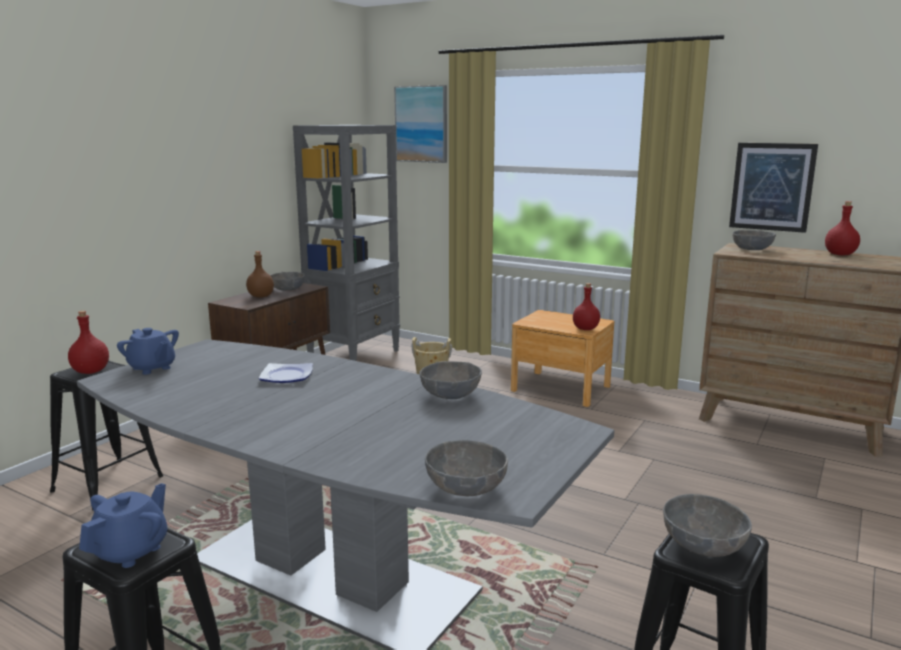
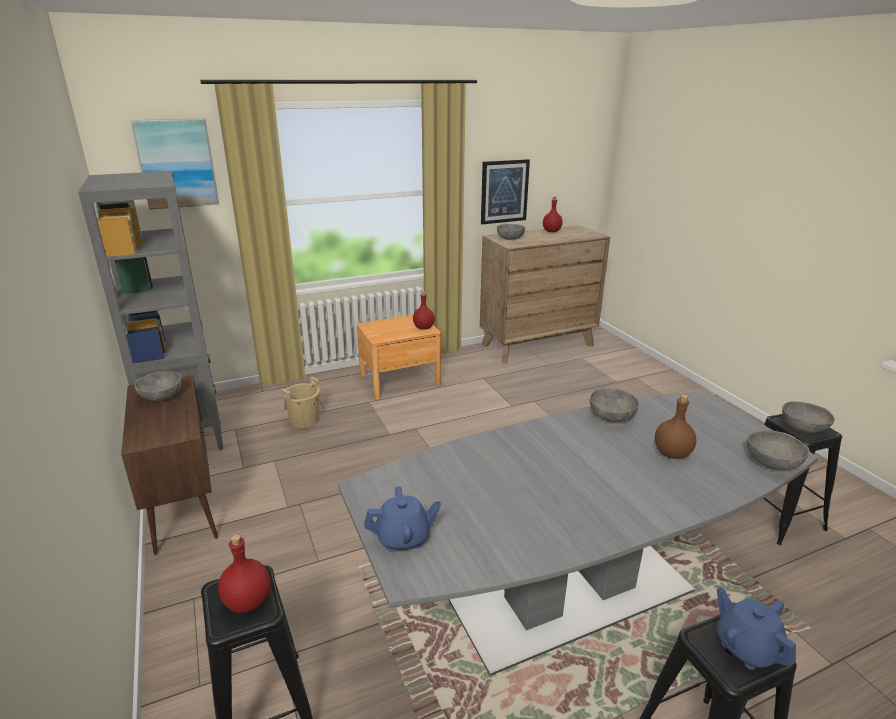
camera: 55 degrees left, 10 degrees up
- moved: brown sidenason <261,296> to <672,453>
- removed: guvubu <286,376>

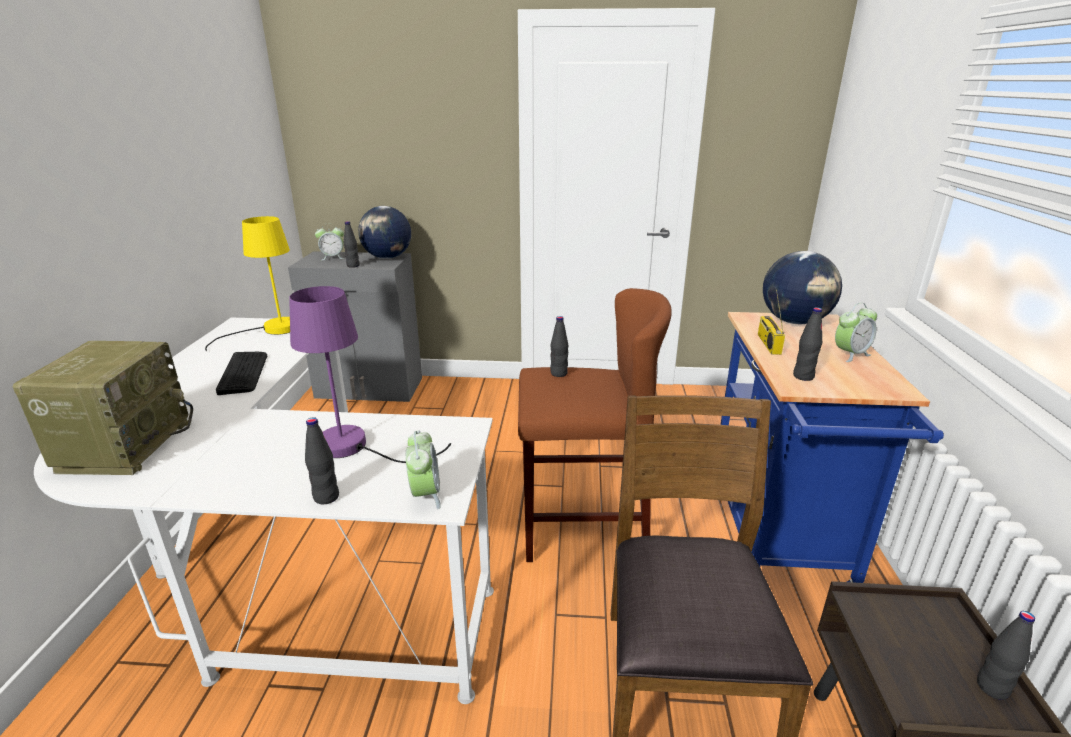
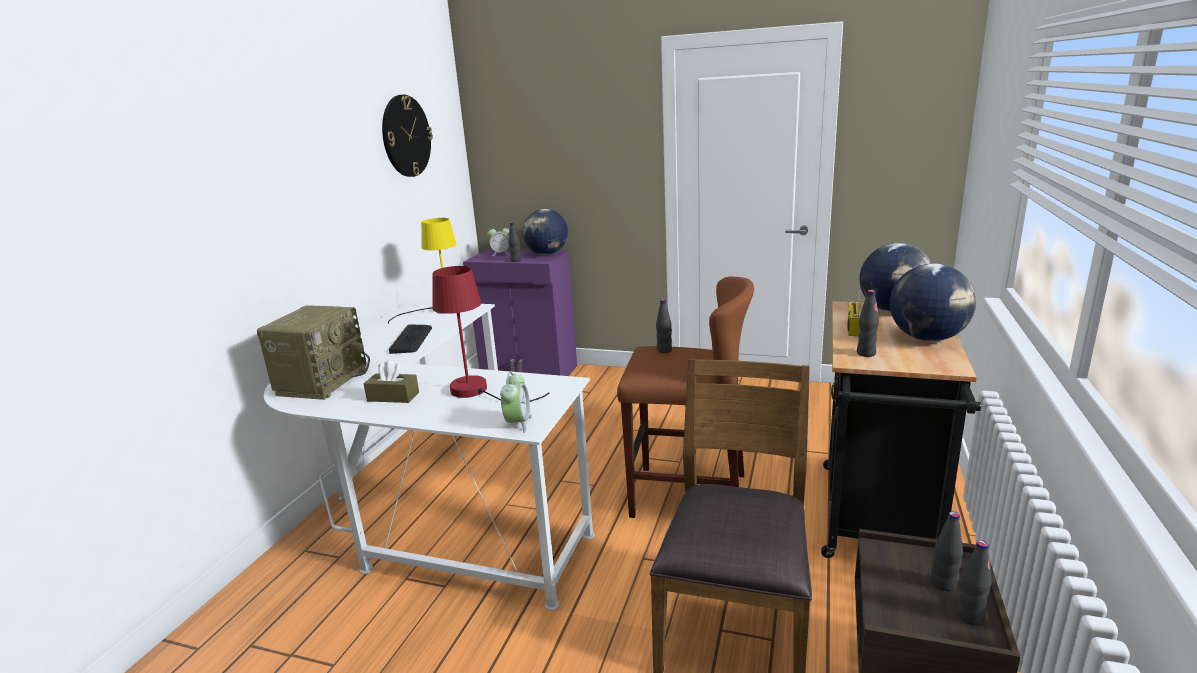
camera: 15 degrees right, 5 degrees down
- recoloured: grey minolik <369,388> to purple minolik <529,372>
- recoloured: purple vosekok <356,447> to red vosekok <478,391>
- moved: black sidenason <326,497> to <943,584>
- recoloured: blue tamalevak <778,539> to black tamalevak <877,522>
- replaced: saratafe <850,354> to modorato <927,338>
- added: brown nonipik <393,396>
- added: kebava <406,136>

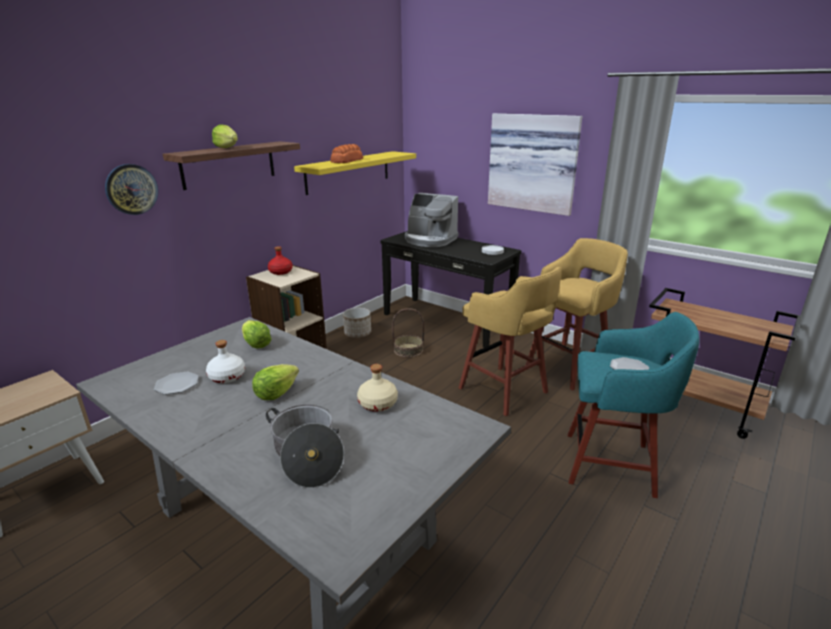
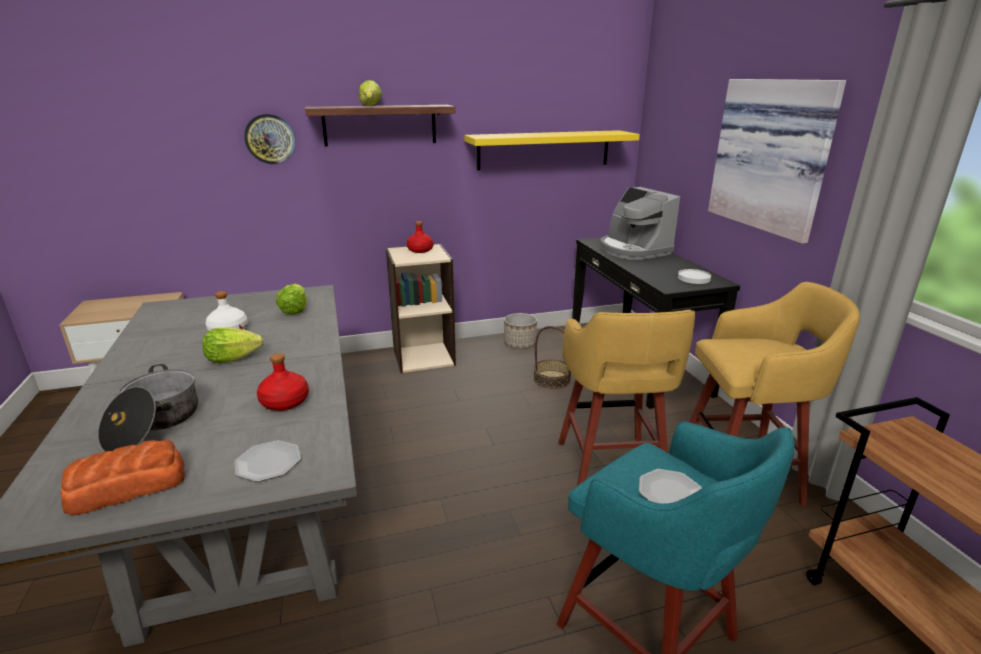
camera: 35 degrees right, 0 degrees up
- moved: guvubu <177,384> to <268,463>
- moved: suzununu <346,161> to <126,487>
- recoloured: beige sidenason <377,404> to red sidenason <284,402>

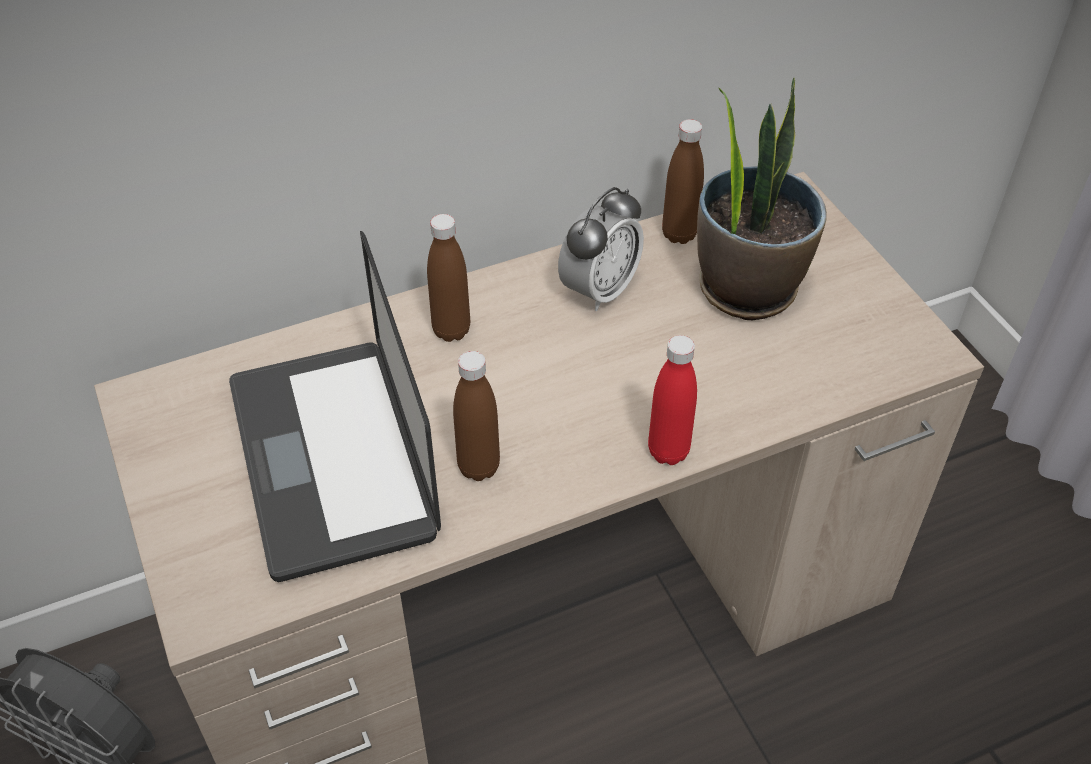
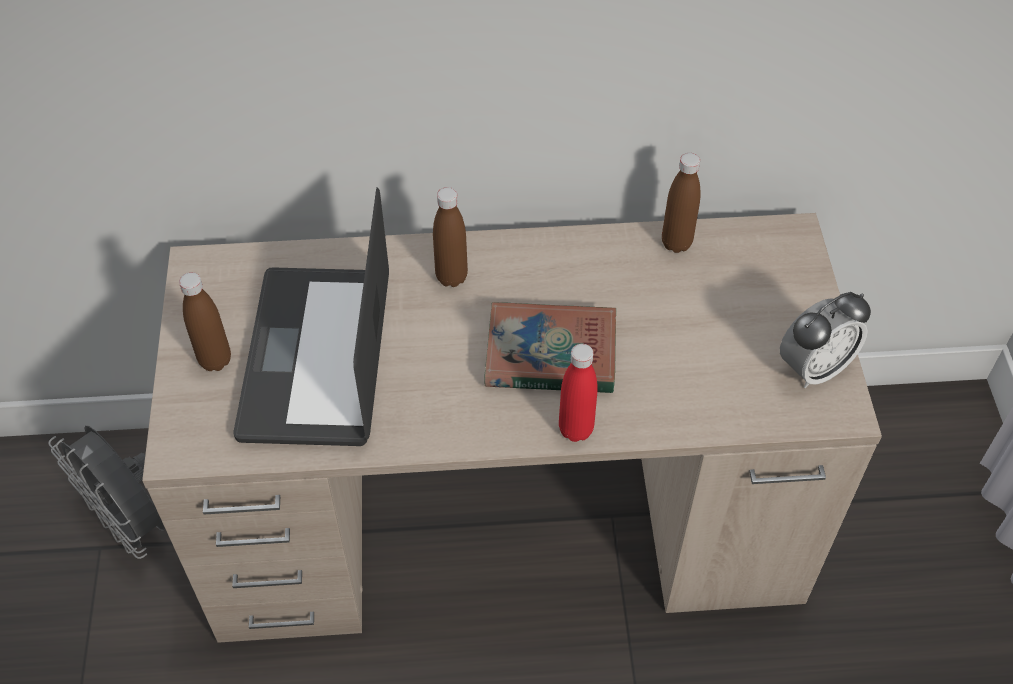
camera: 20 degrees right, 5 degrees up
- moved: brown sidenason <478,467> to <215,360>
- moved: saratafe <599,290> to <814,368>
- removed: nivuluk <747,287>
- added: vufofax <550,354>

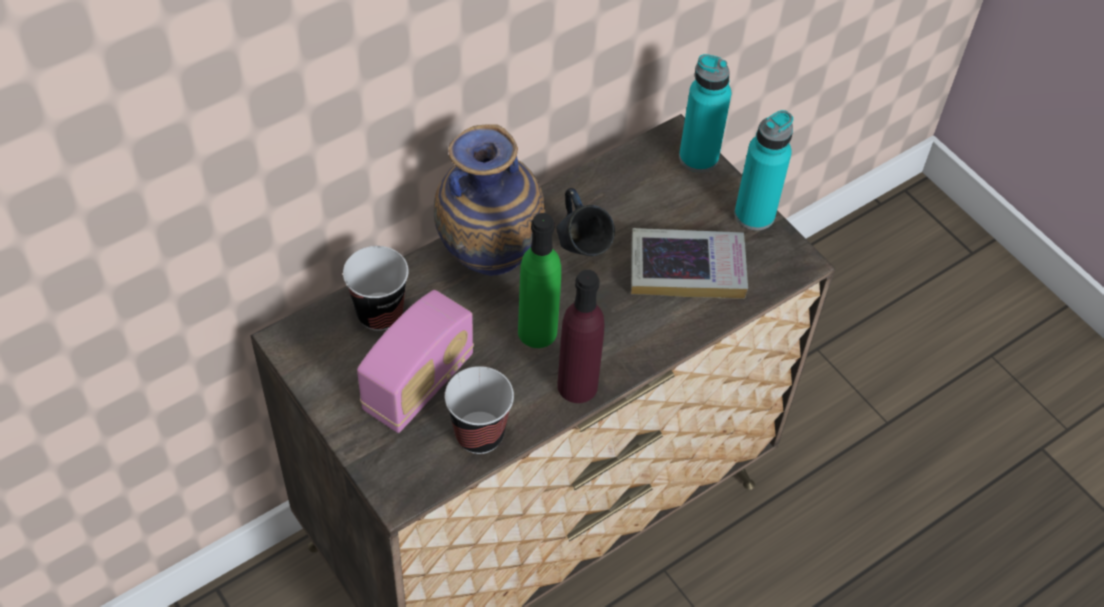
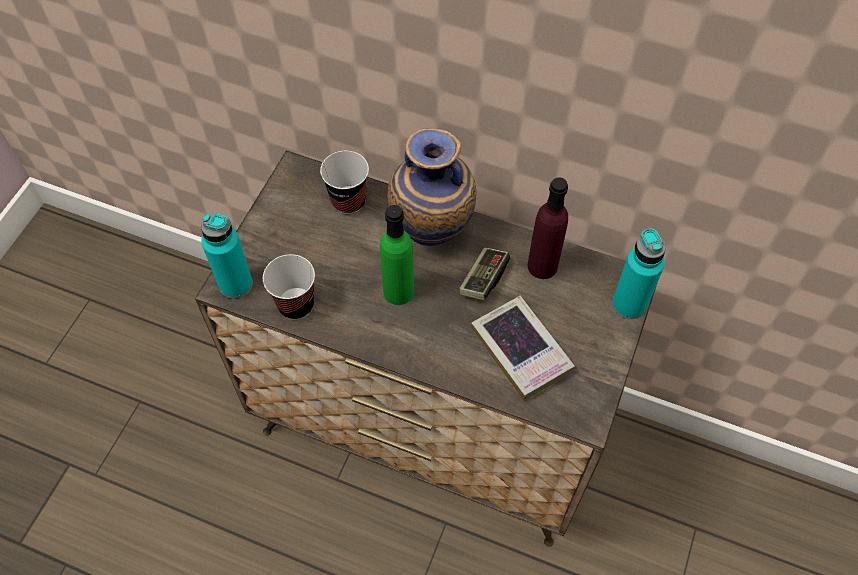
camera: 60 degrees right, 5 degrees up
- removed: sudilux <418,384>
- replaced: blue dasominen <580,251> to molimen <483,279>
- moved: purple sidenason <577,386> to <542,266>
- moved: turquoise sidenason <754,215> to <235,284>

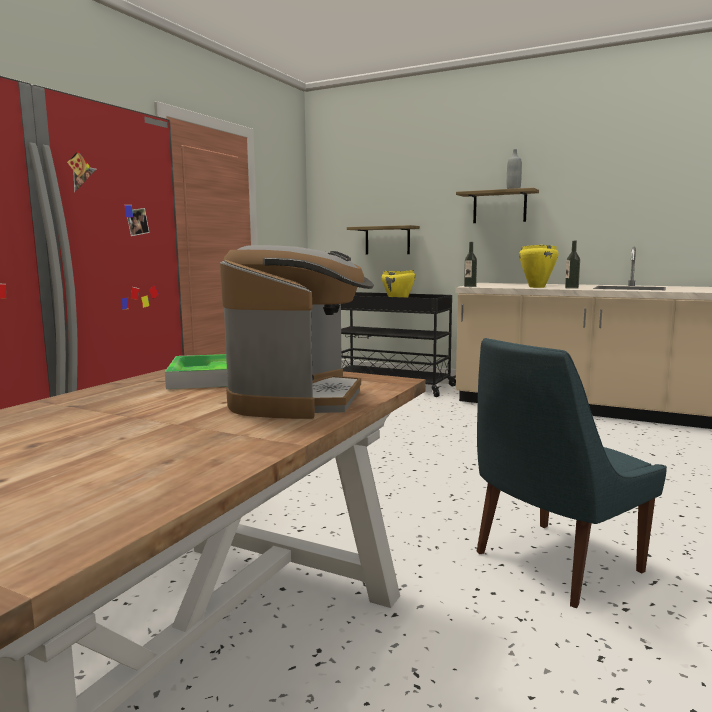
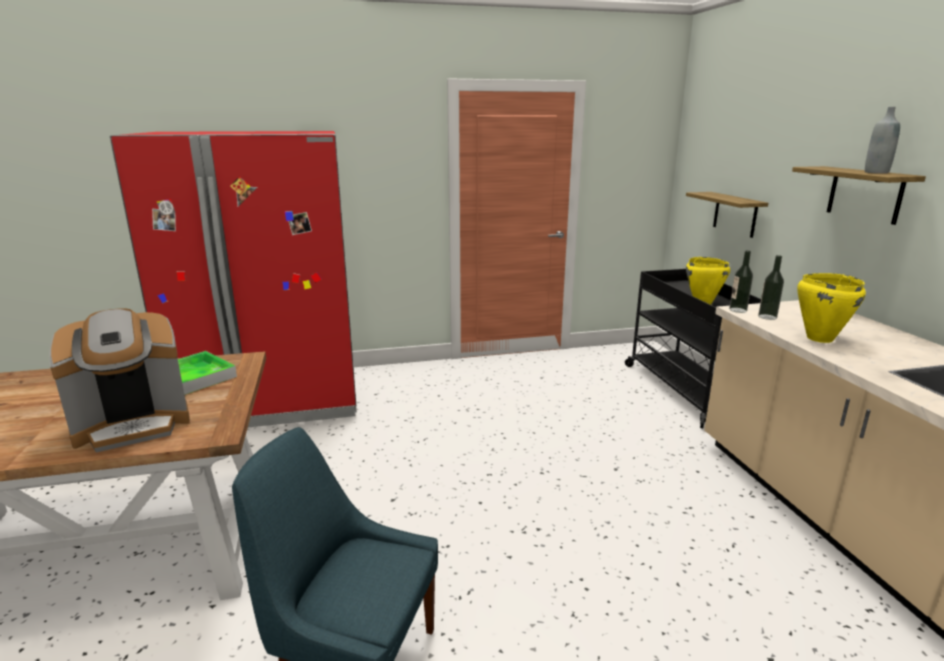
camera: 50 degrees right, 10 degrees up
- moved: sidenason <571,288> to <767,317>

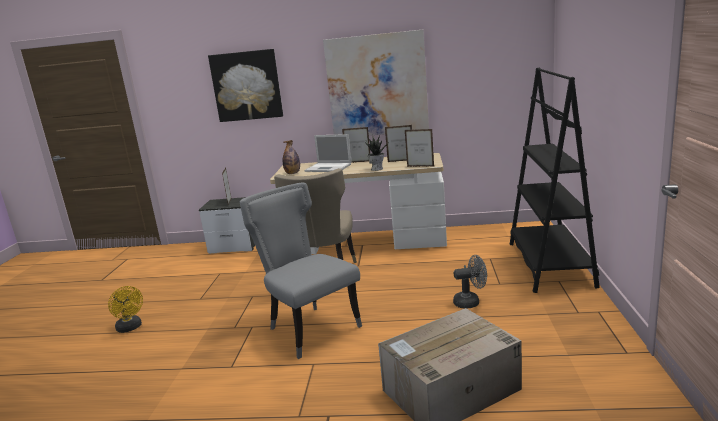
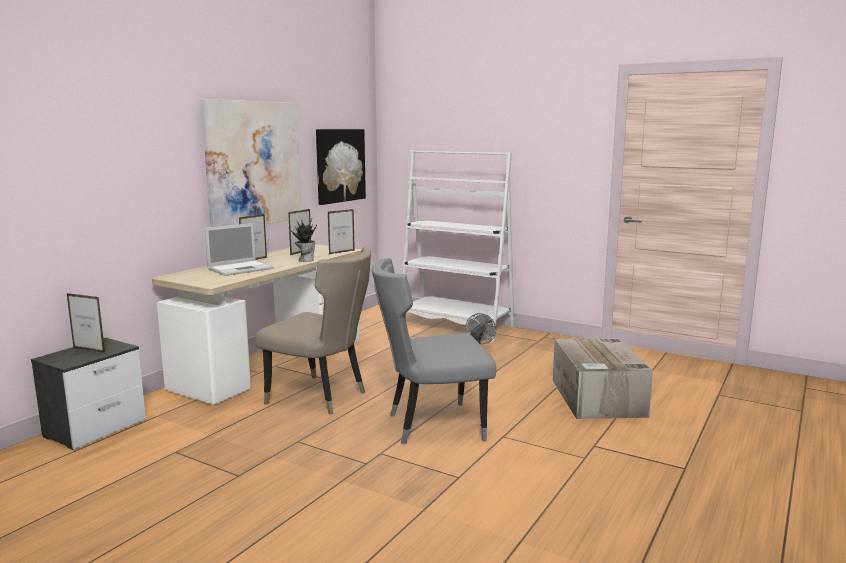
camera: 65 degrees left, 5 degrees down
- removed: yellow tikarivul <130,328>
- moved: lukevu <247,86> to <339,165>
- removed: sidenason <292,173>
- recoloured: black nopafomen <549,264> to white nopafomen <456,326>

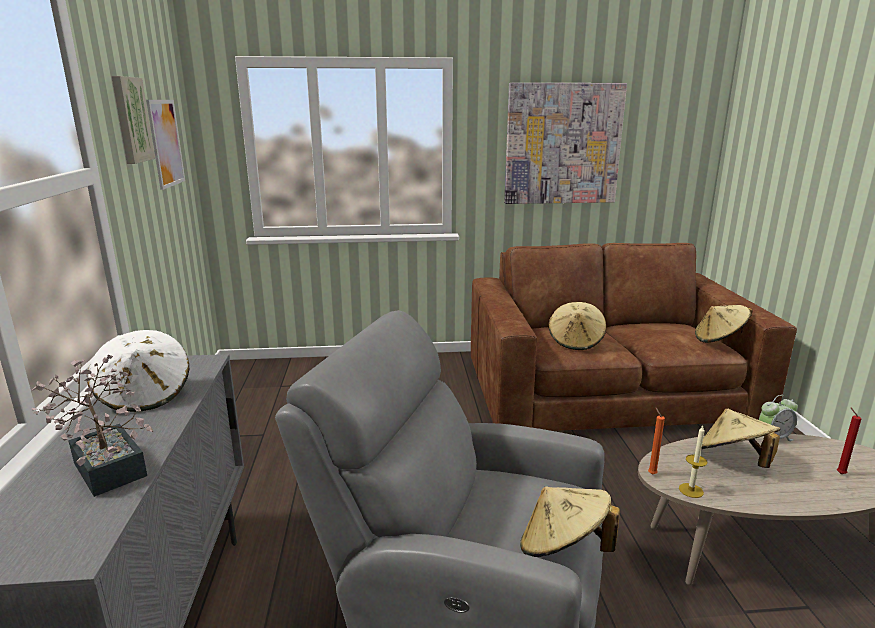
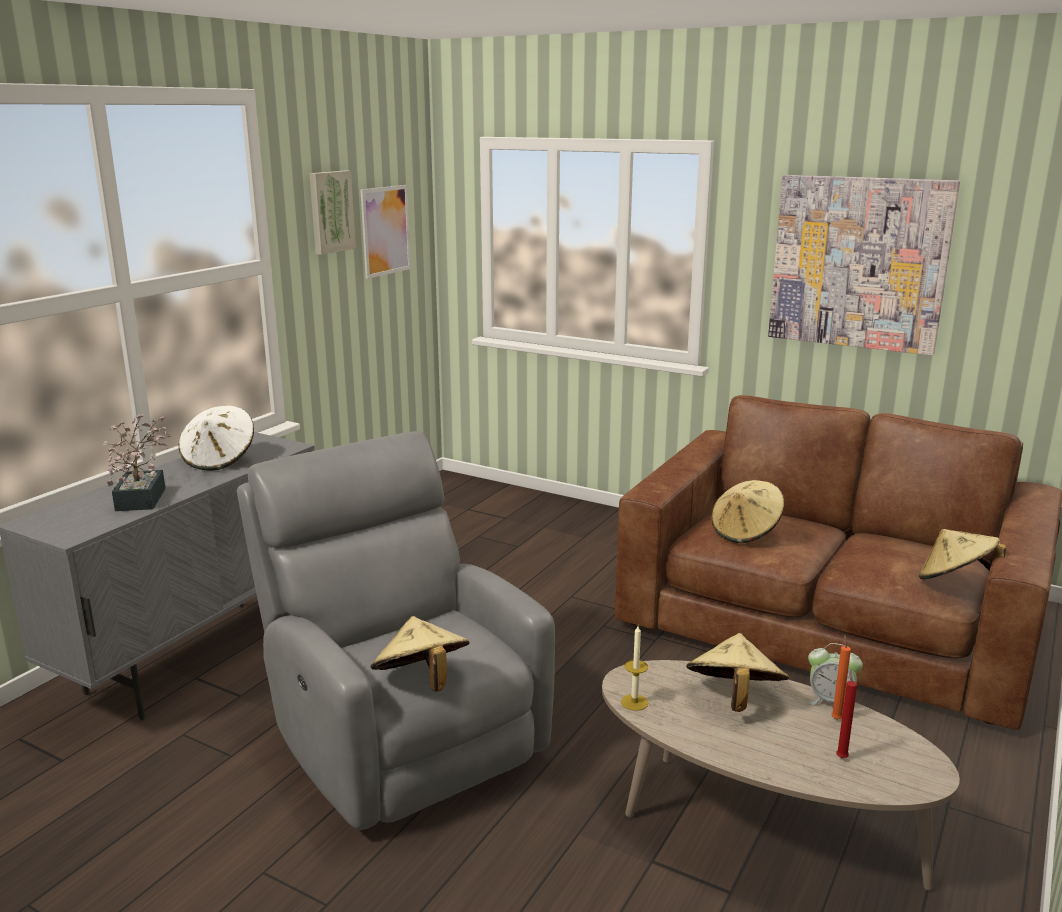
camera: 35 degrees right, 0 degrees up
- moved: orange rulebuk <651,473> to <836,718>

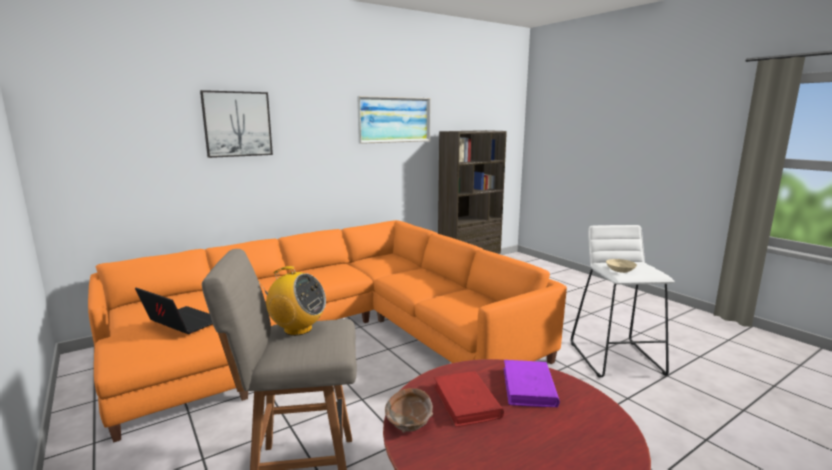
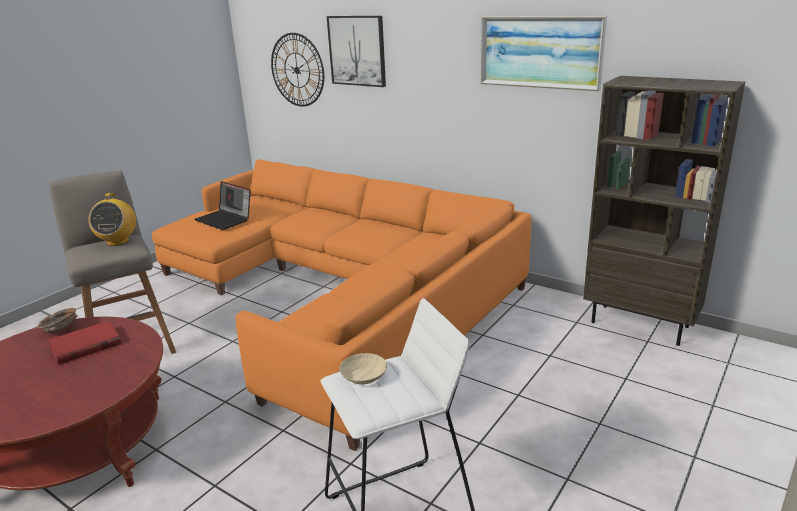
camera: 70 degrees right, 10 degrees up
- turned: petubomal <181,323> = <225,219> 120 degrees clockwise
- removed: purple vufofax <529,387>
- added: kebava <297,70>

